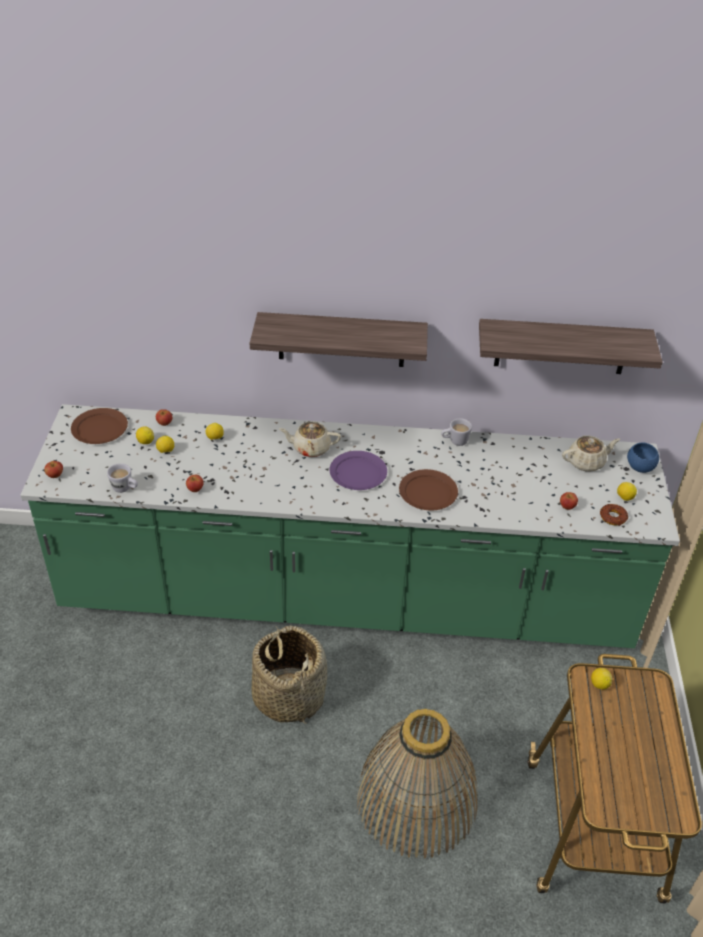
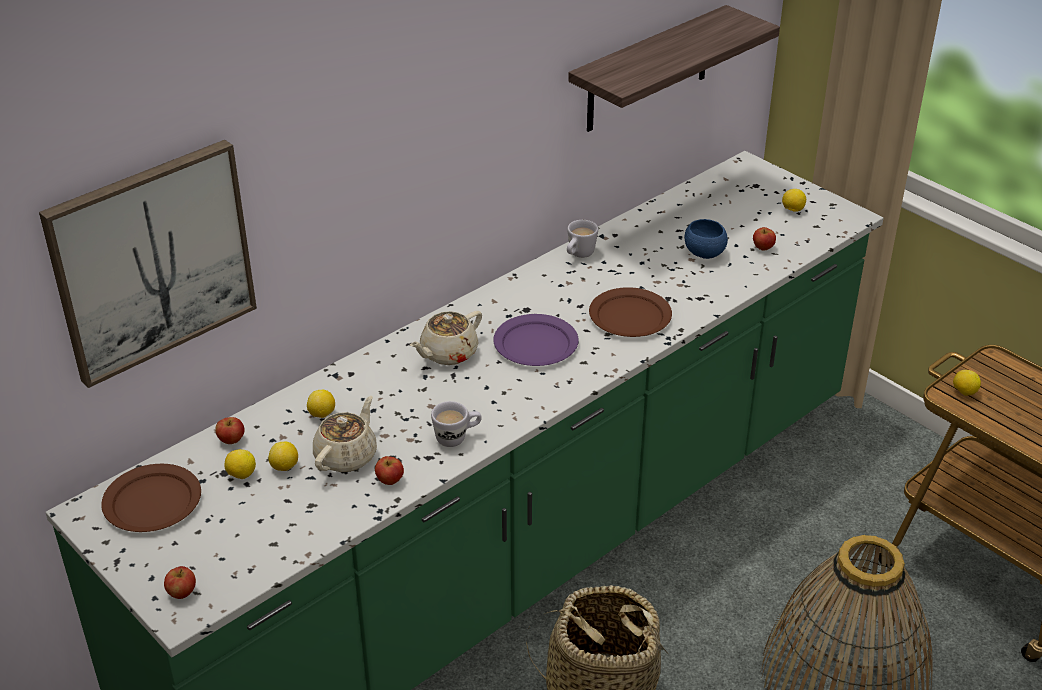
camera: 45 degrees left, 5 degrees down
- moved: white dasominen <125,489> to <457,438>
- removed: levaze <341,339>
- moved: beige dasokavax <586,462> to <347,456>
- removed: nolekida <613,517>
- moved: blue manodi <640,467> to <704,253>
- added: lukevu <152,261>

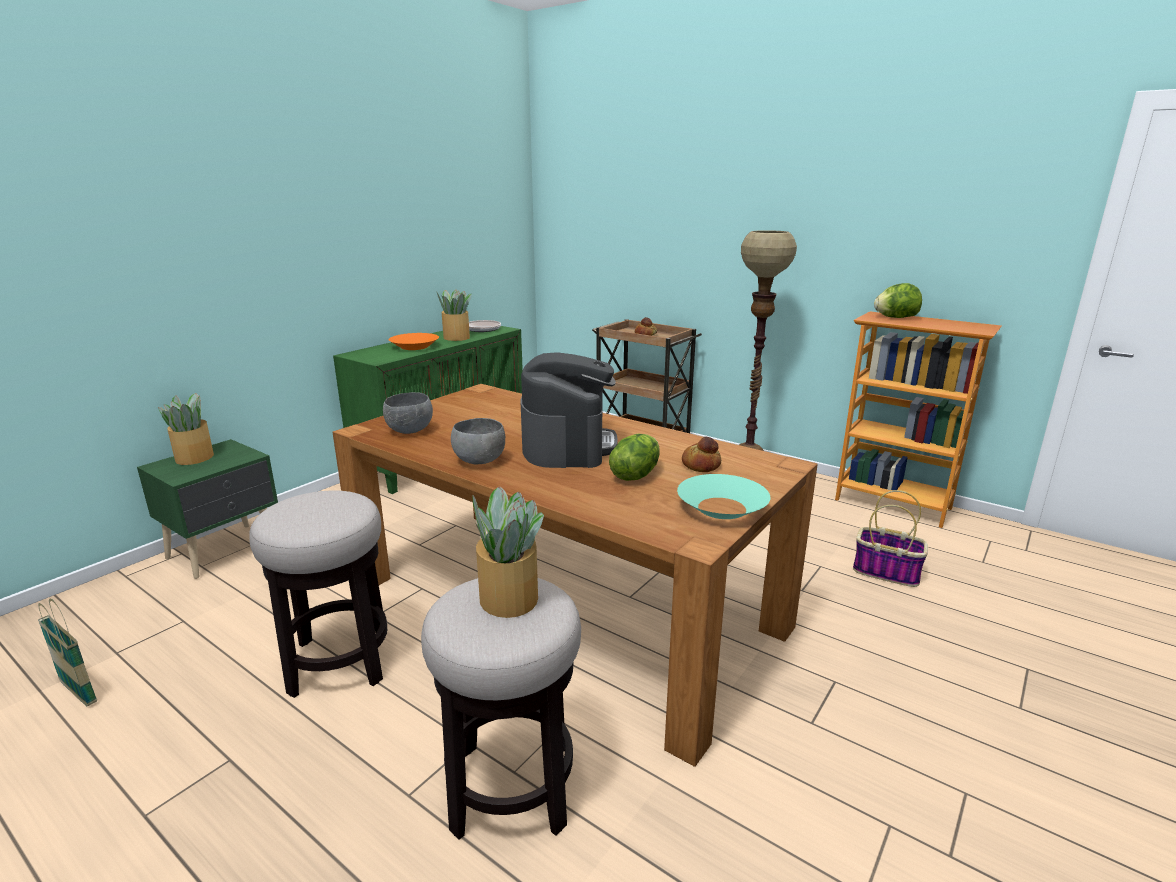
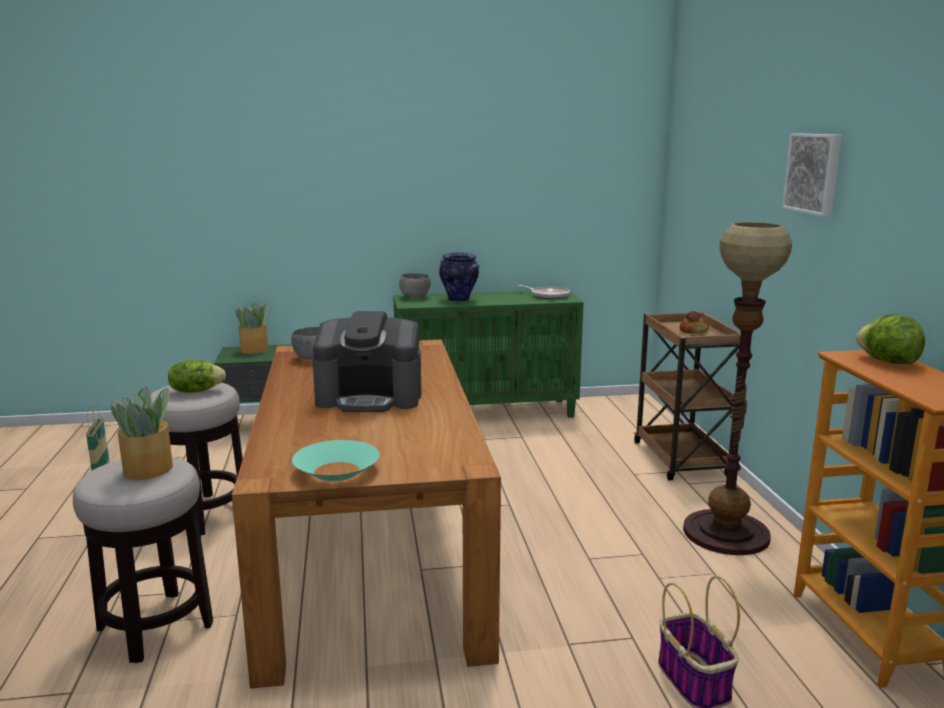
camera: 45 degrees right, 5 degrees down
- replaced: orange manodi <415,347> to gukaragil <459,300>
- removed: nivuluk <456,337>
- moved: grey manodi <479,461> to <415,297>
- turned: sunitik <568,445> = <370,397> 45 degrees clockwise
- moved: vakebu <635,474> to <196,391>
- removed: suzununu <701,465>
- added: lukevu <814,173>

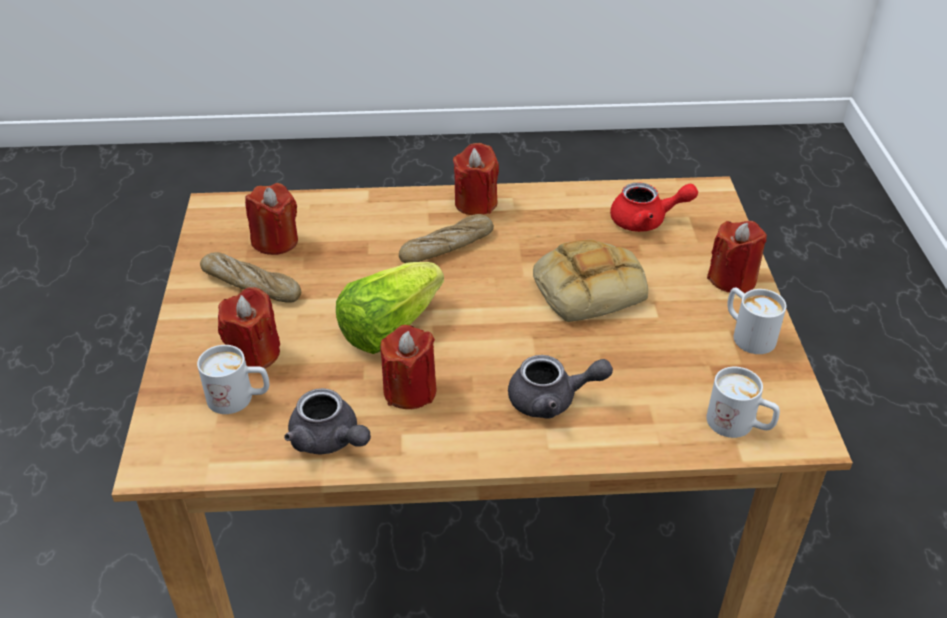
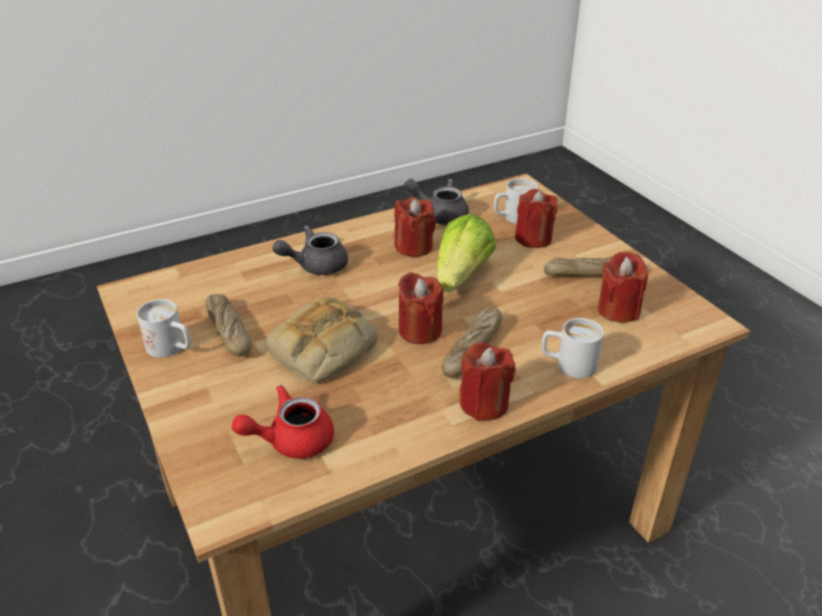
camera: 155 degrees right, 5 degrees down
- moved: white dasominen <739,425> to <567,364>
- moved: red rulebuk <732,279> to <420,330>
- added: suzununu <228,331>

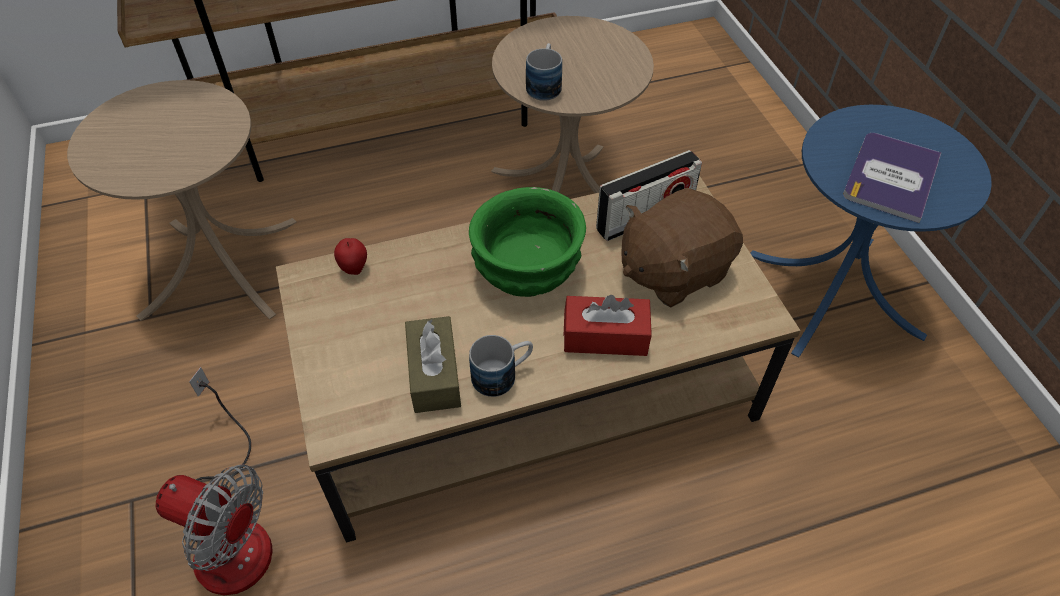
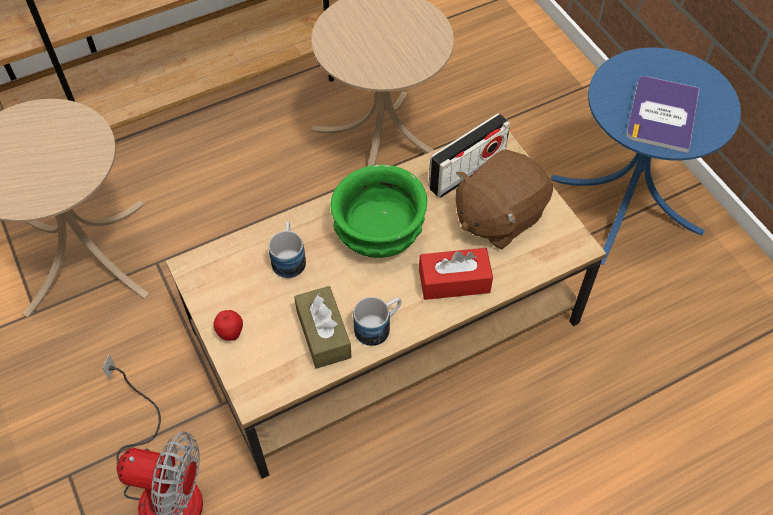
camera: 10 degrees left, 5 degrees up
- moved: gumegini <354,268> to <231,333>
- moved: dasominen <545,84> to <289,257>

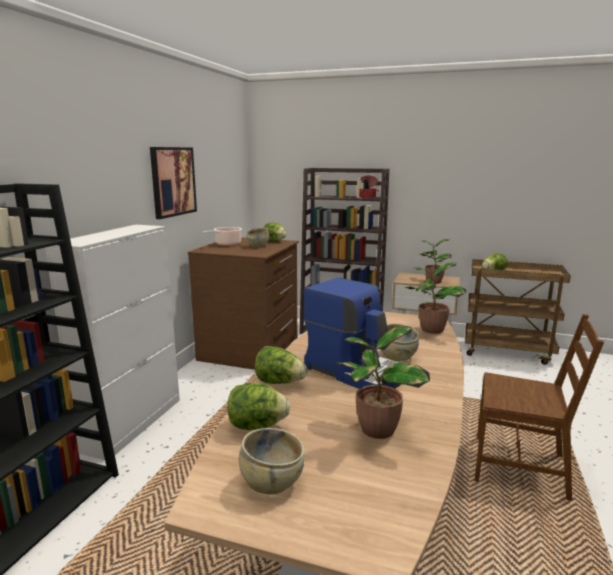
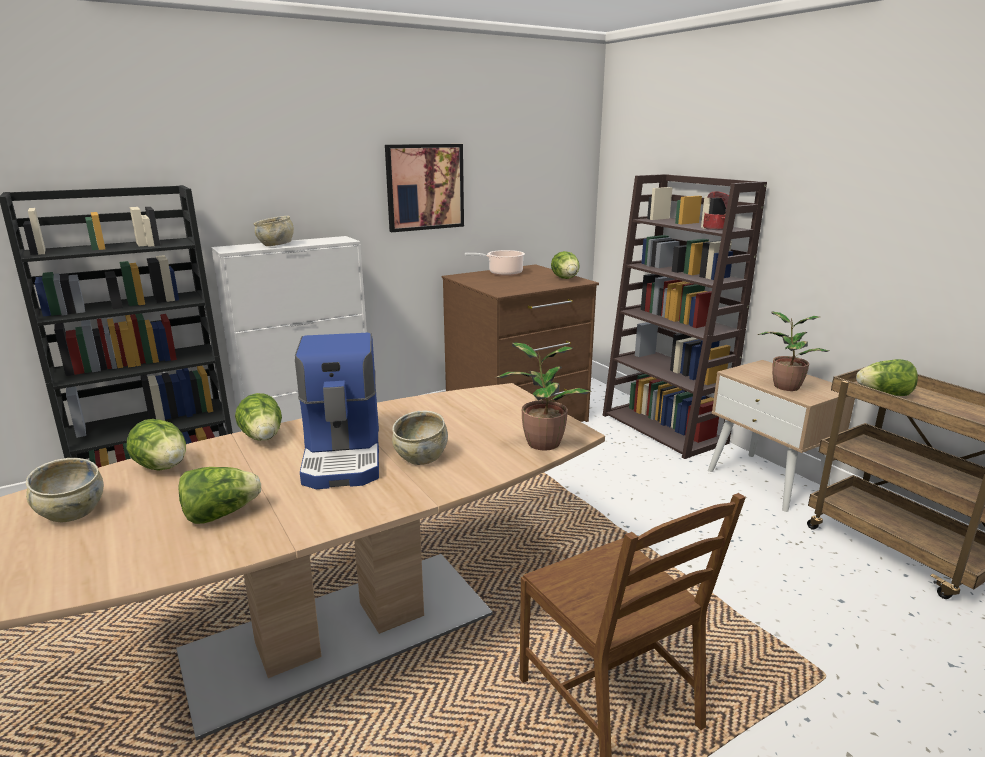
camera: 40 degrees right, 5 degrees up
- moved: beige manodi <258,246> to <276,245>
- replaced: nivuluk <375,430> to vakebu <220,514>

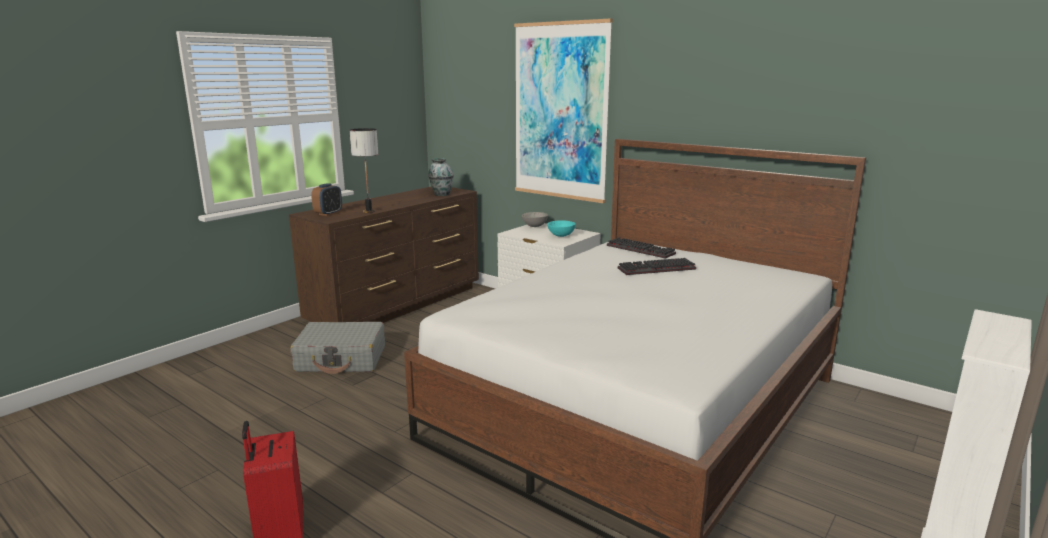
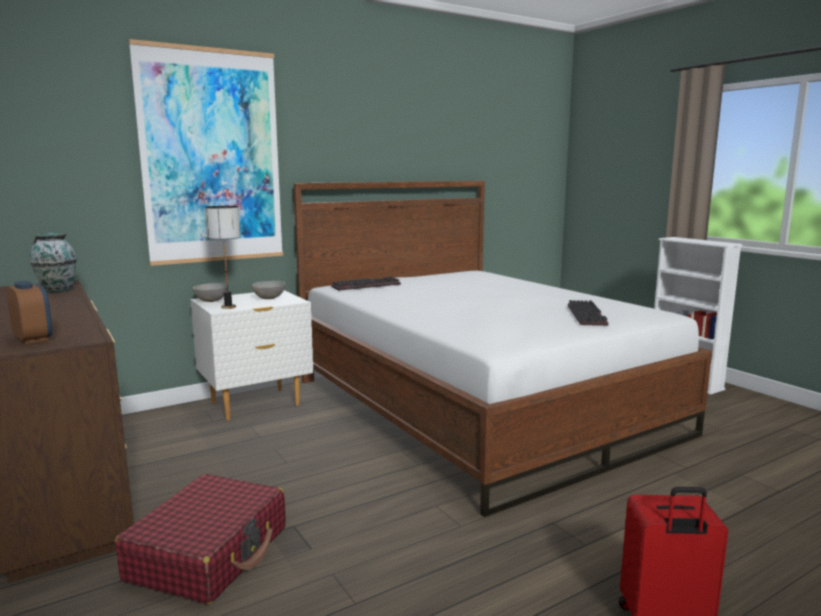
camera: 70 degrees left, 5 degrees down
- recoloured: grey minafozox <341,359> to red minafozox <209,553>
- moved: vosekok <369,211> to <228,307>
- recoloured: turquoise manodi <561,236> to grey manodi <269,298>
- moved: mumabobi <656,269> to <588,315>

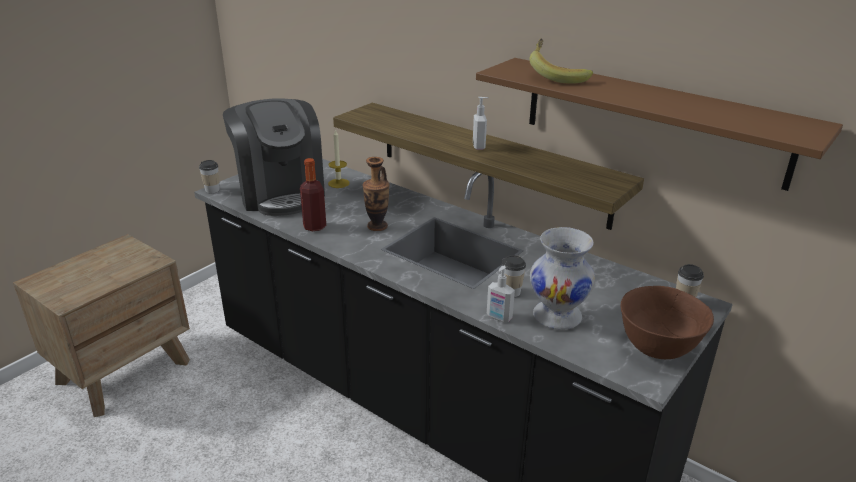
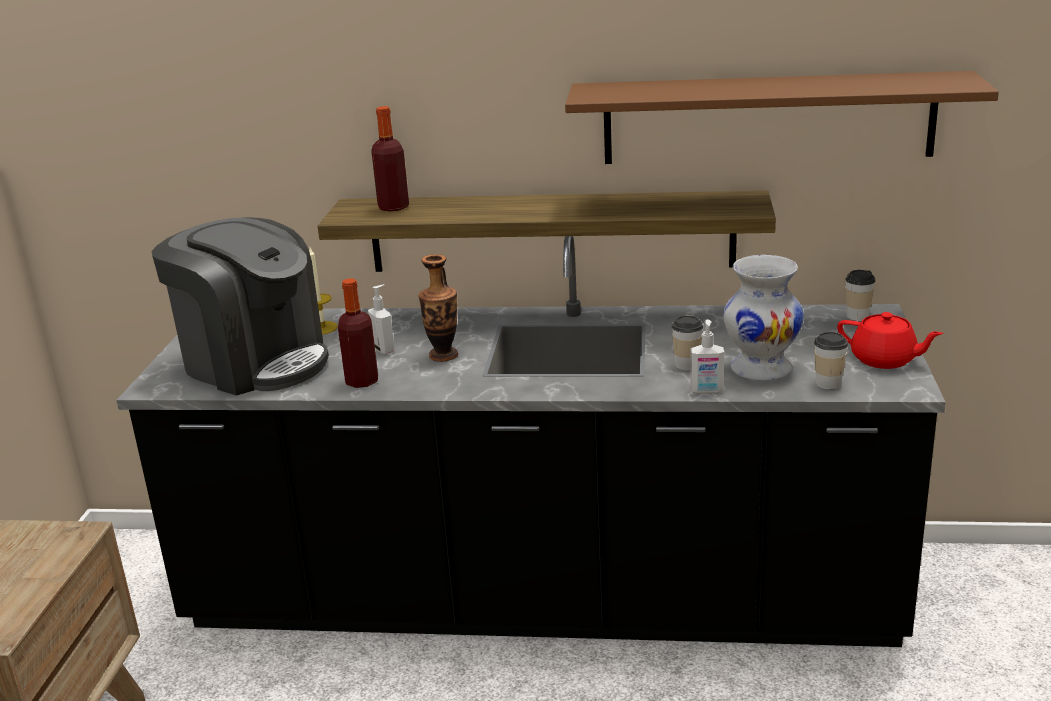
camera: 30 degrees left, 5 degrees down
- moved: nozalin <212,190> to <828,383>
- moved: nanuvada <479,146> to <384,349>
- removed: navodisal <557,76>
- replaced: brown manodi <658,347> to red dasokavax <884,360>
- added: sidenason <393,207>

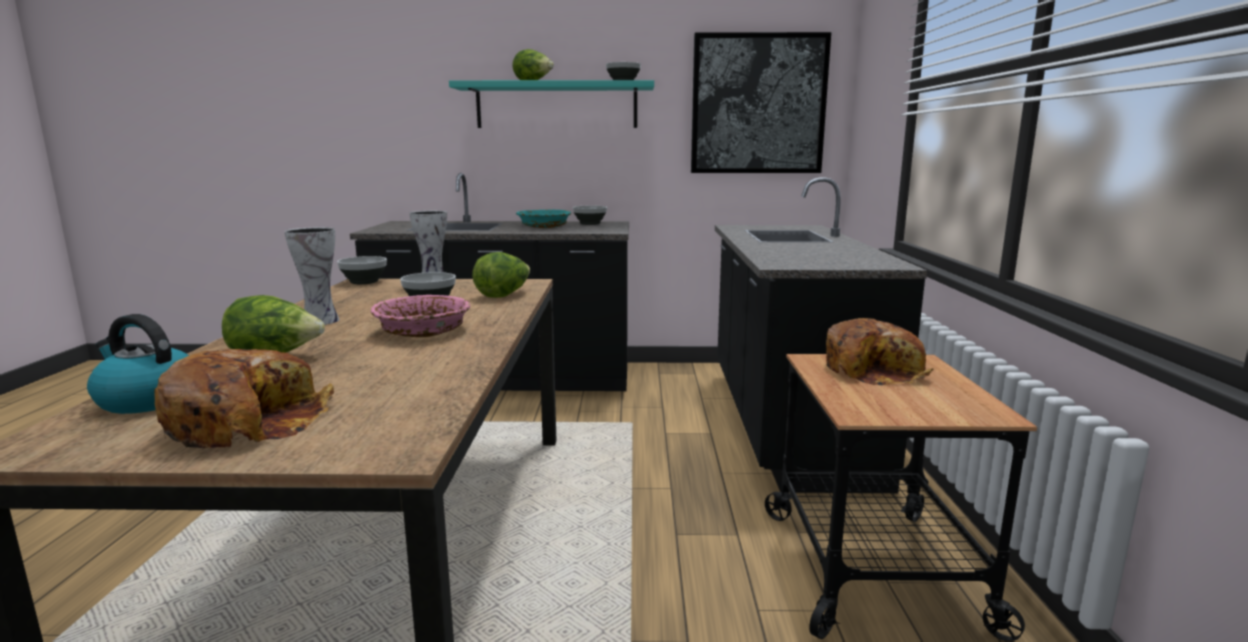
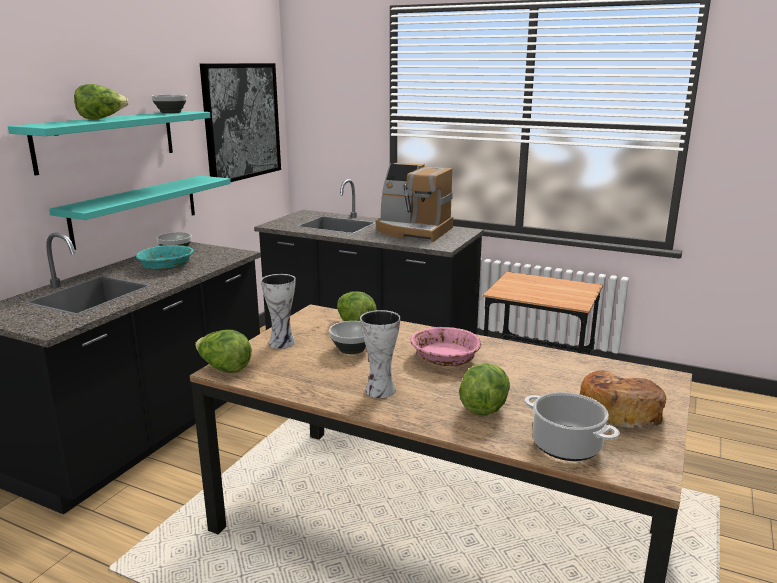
camera: 65 degrees left, 5 degrees up
- replaced: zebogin <147,400> to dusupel <567,446>
- replaced: manodi <363,282> to vakebu <224,369>
- removed: suzununu <874,370>
- added: turquoise levaze <136,210>
- added: sunitik <413,231>

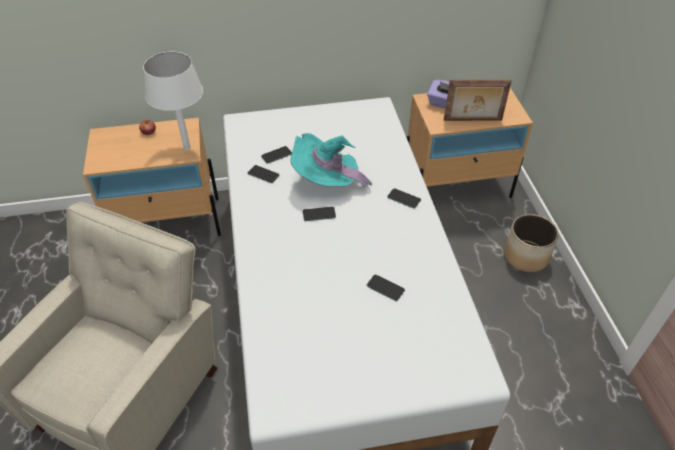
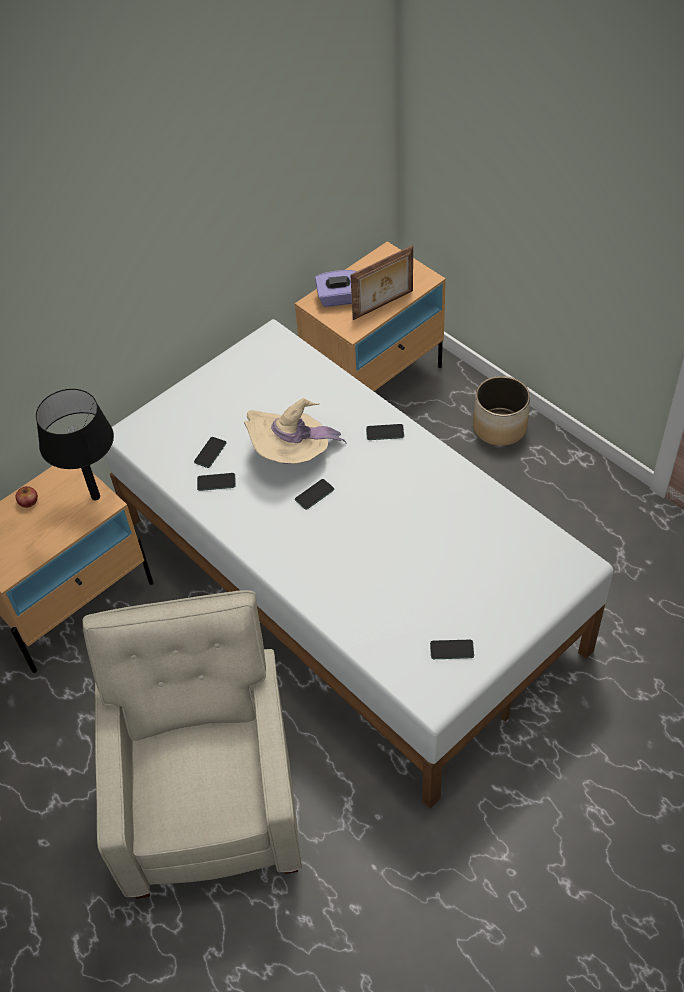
camera: 30 degrees left, 5 degrees up
- recoloured: white vosekok <186,147> to black vosekok <95,497>
- recoloured: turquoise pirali <327,181> to beige pirali <292,454>
- moved: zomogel <385,288> to <452,650>

